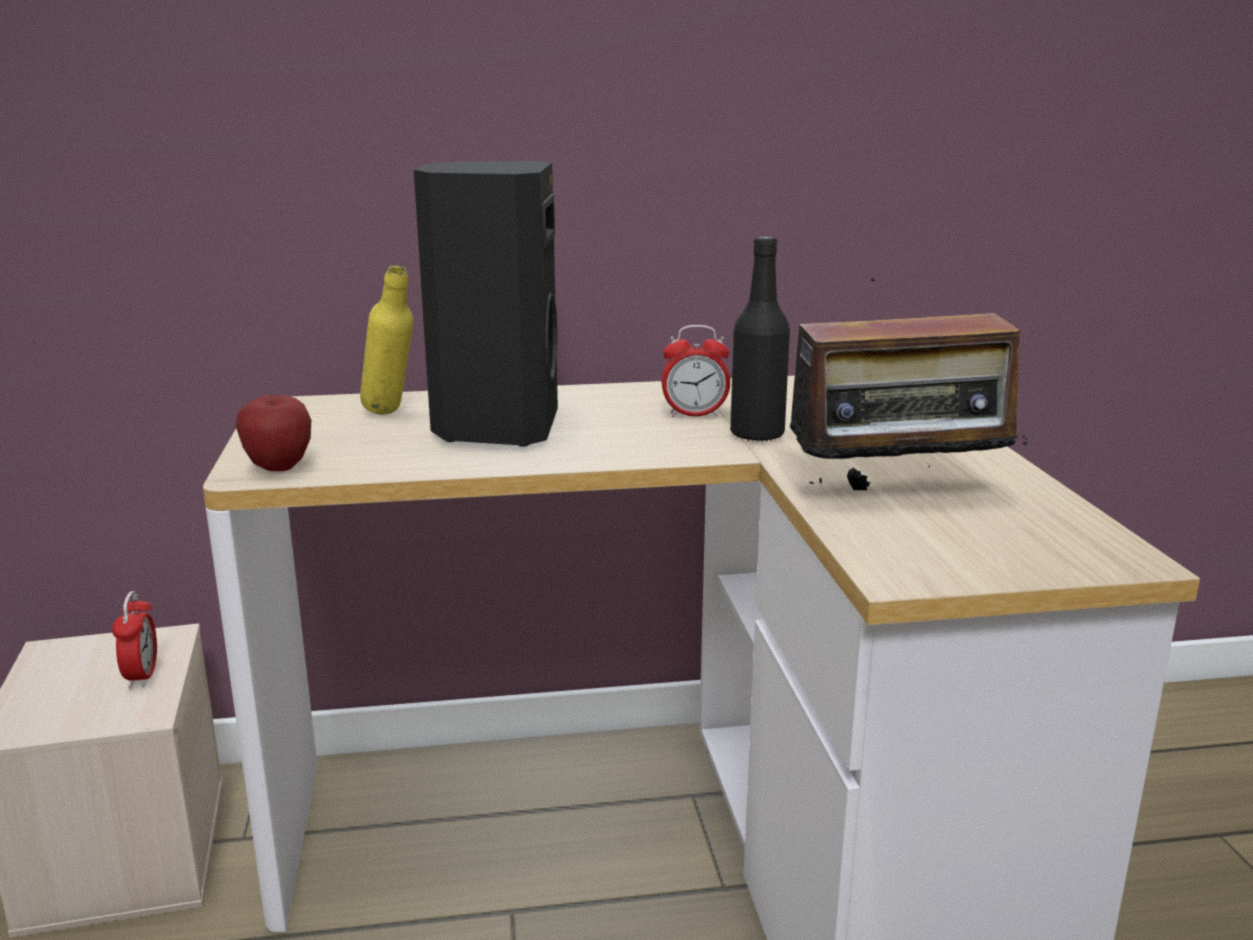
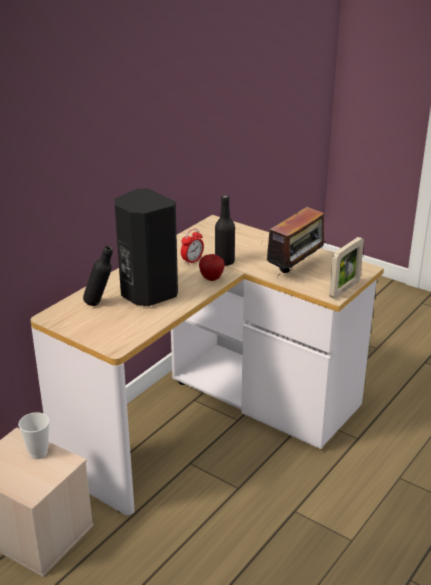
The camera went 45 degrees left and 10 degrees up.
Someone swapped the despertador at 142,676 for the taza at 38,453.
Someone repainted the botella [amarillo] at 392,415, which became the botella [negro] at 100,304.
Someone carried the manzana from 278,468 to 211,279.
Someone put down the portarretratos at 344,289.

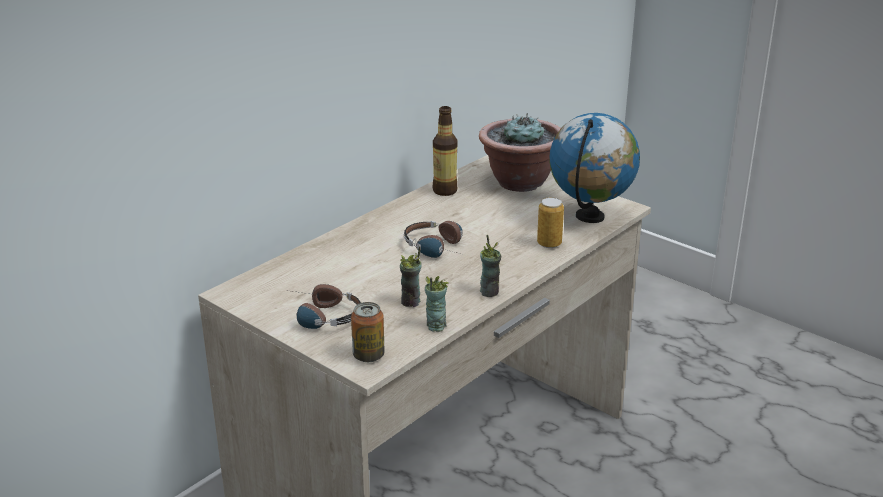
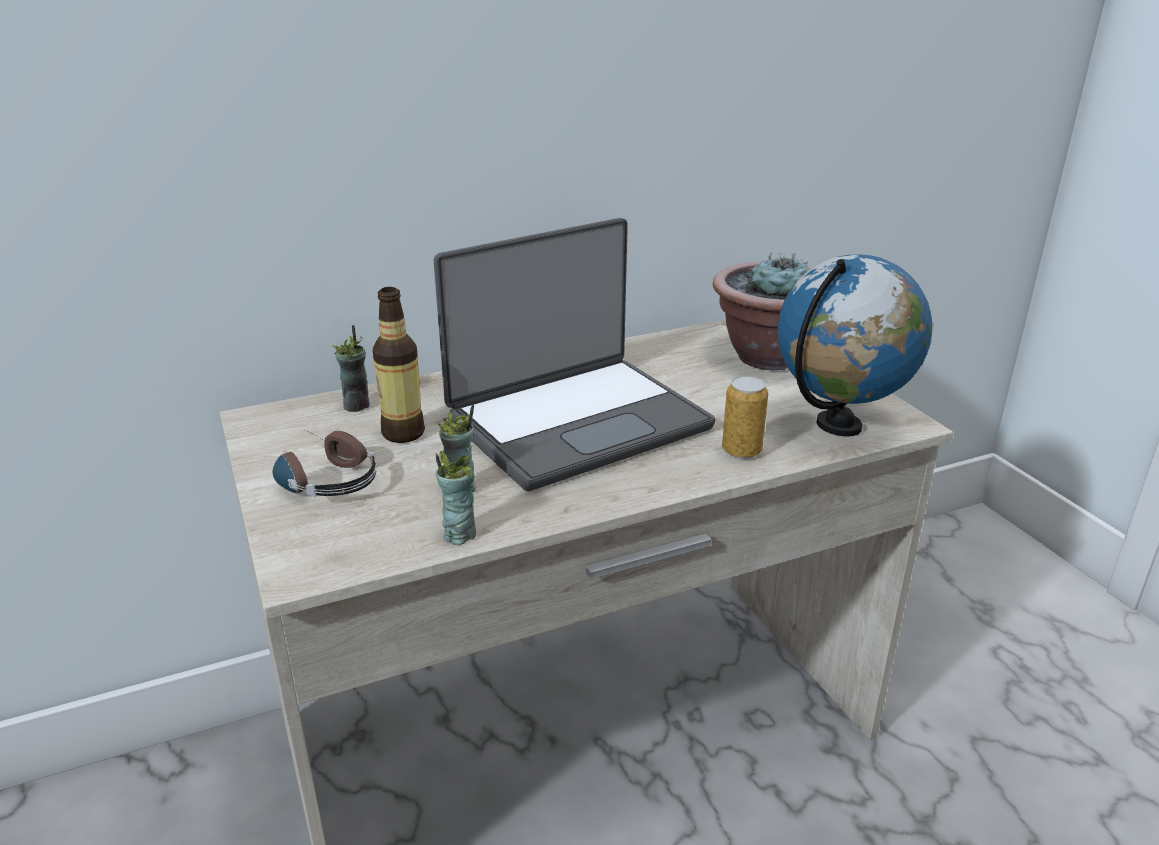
The camera went 25 degrees right and 0 degrees up.
Someone carried the taza from 489,292 to 357,405.
Someone carried the botella from 445,191 to 403,433.
Someone swapped the auriculares at 440,248 for the portátil at 576,422.
Someone took away the lata at 368,355.

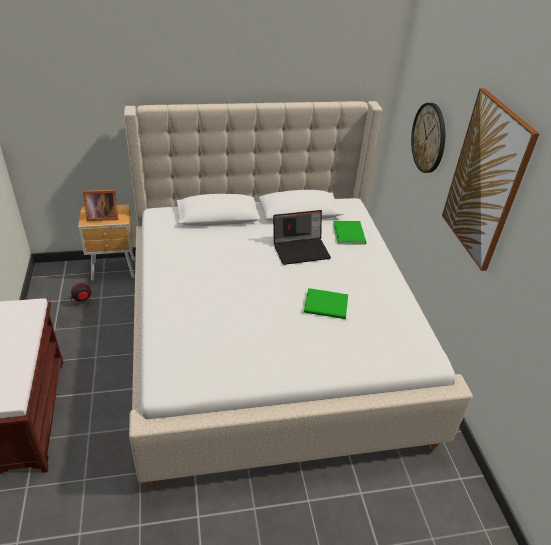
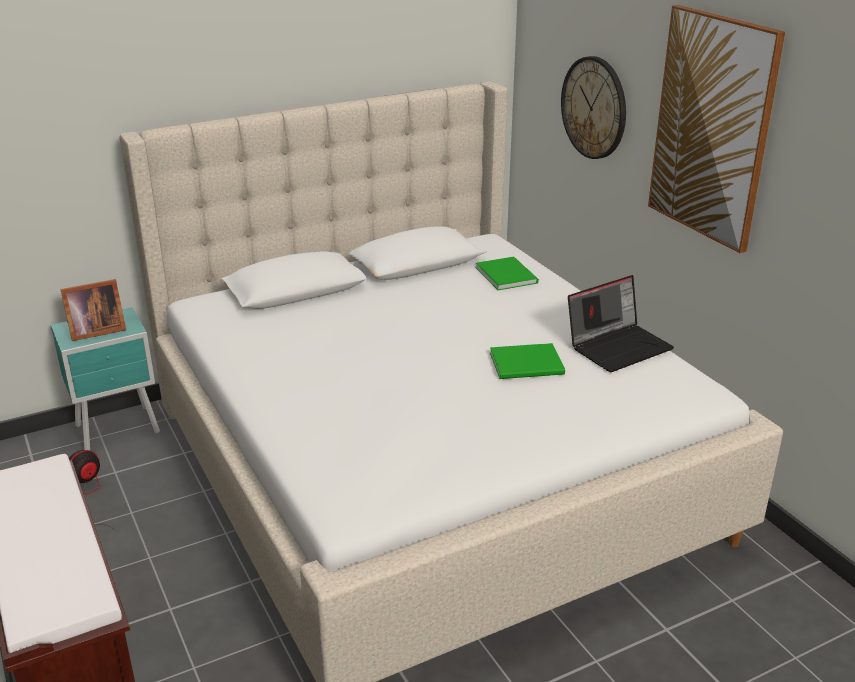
The camera went 15 degrees left and 10 degrees down.
Someone repainted the mesita de noche [marrón] at 114,270, which became the mesita de noche [turquesa] at 120,429.
Someone carried the portátil from 301,249 to 618,346.

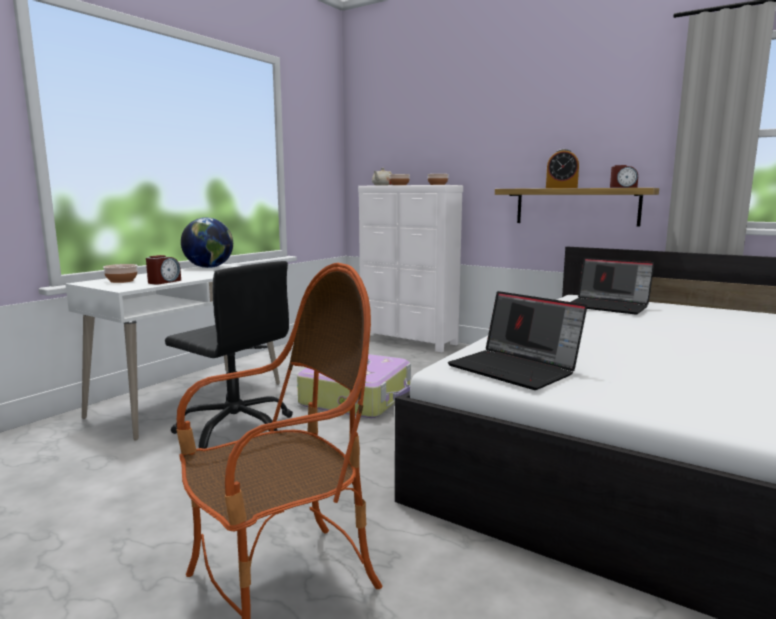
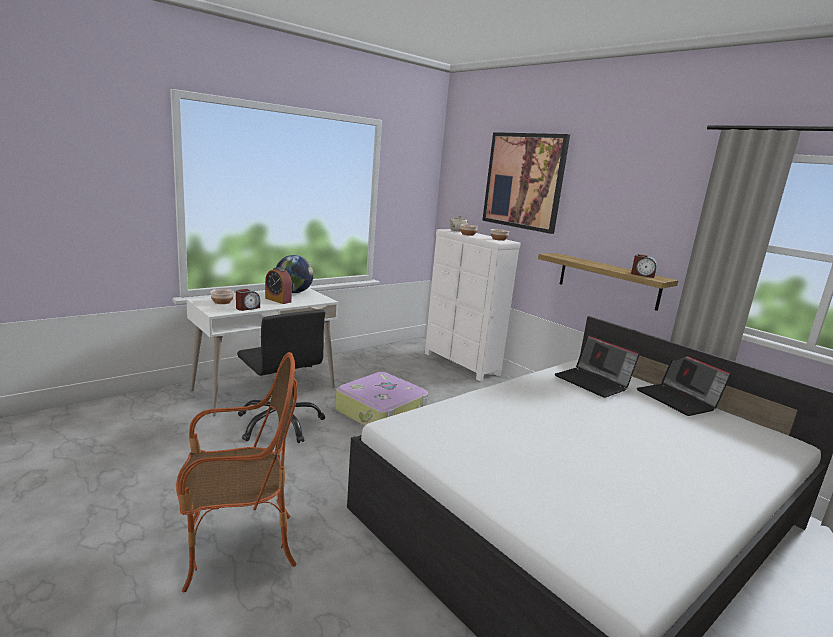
The camera went 15 degrees right and 5 degrees up.
Someone carried the despertador from 561,188 to 278,300.
Someone put up the cuadro at 524,181.
Someone carried the portátil from 516,369 to 678,400.

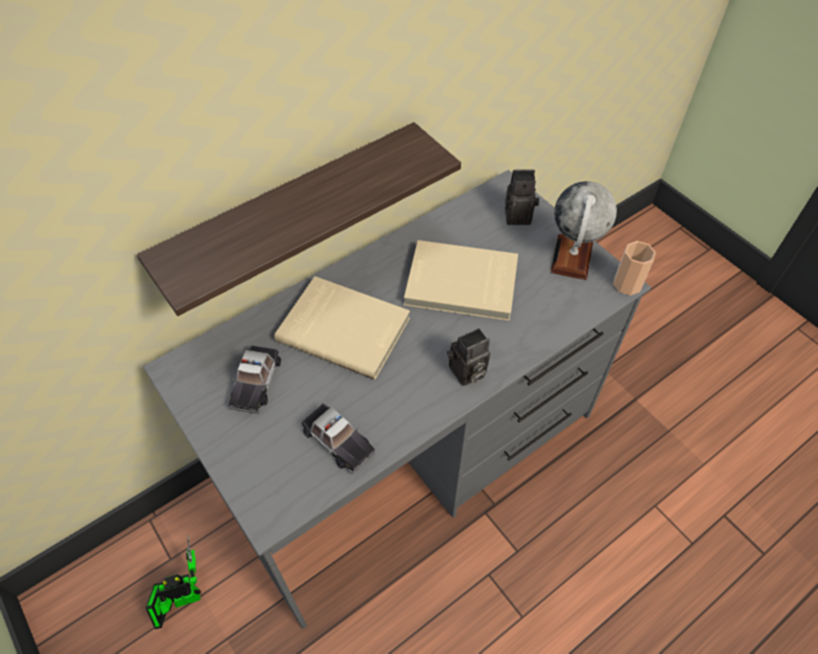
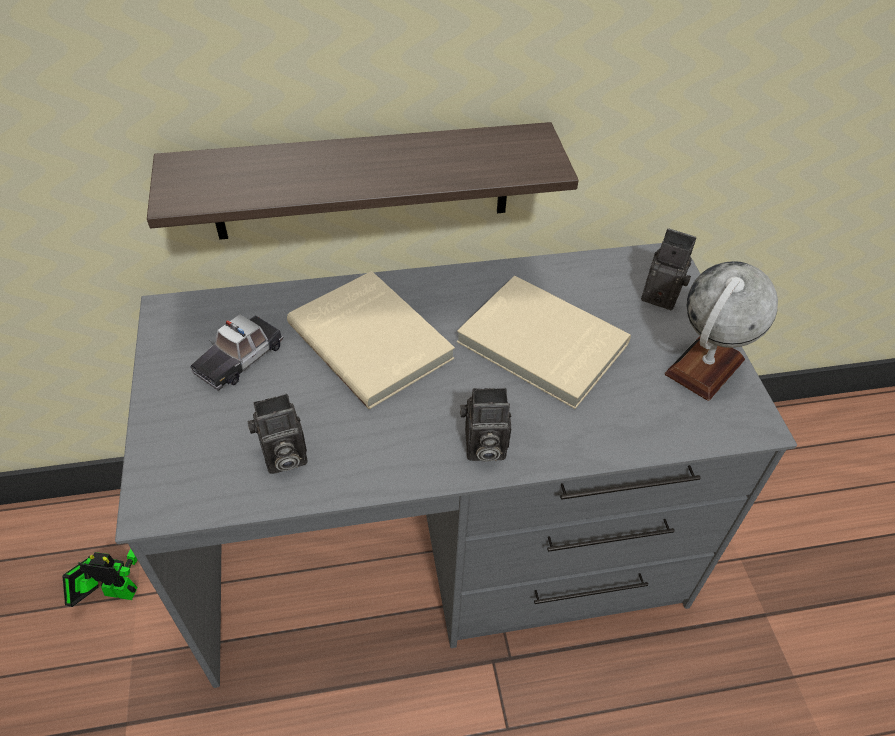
The camera went 25 degrees right and 5 degrees down.
Someone swapped the coche de juguete at 337,441 for the cámara at 282,458.
Someone took away the taza at 627,284.

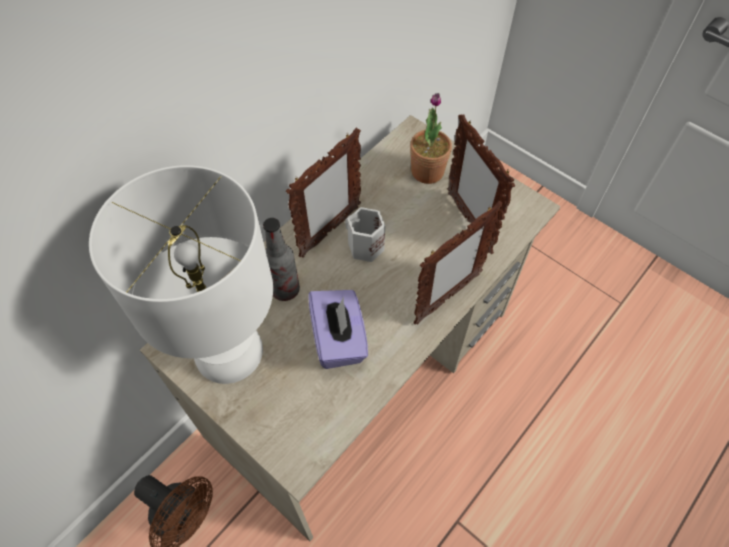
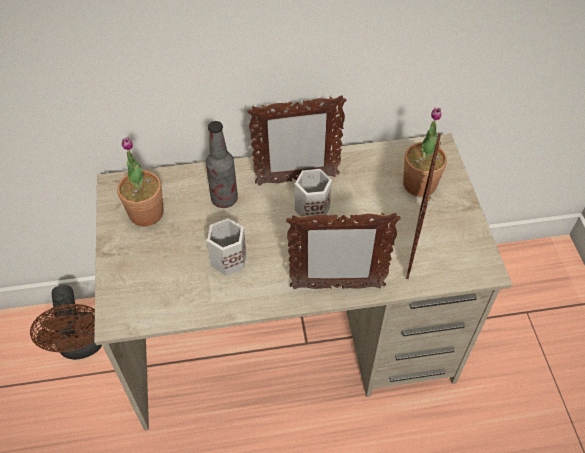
The camera went 40 degrees right and 5 degrees down.
Someone swapped the lámpara de mesa [blanco] at 227,351 for the planta en maceta at 146,213.
Someone swapped the caja de pañuelos [morado] at 339,339 for the taza grande [blanco] at 227,258.

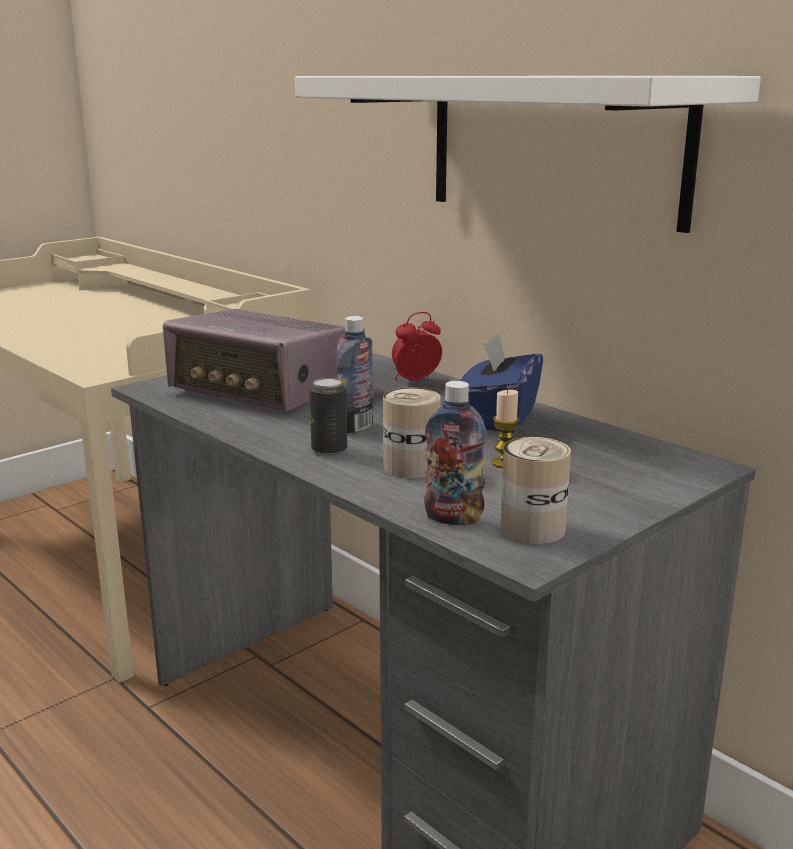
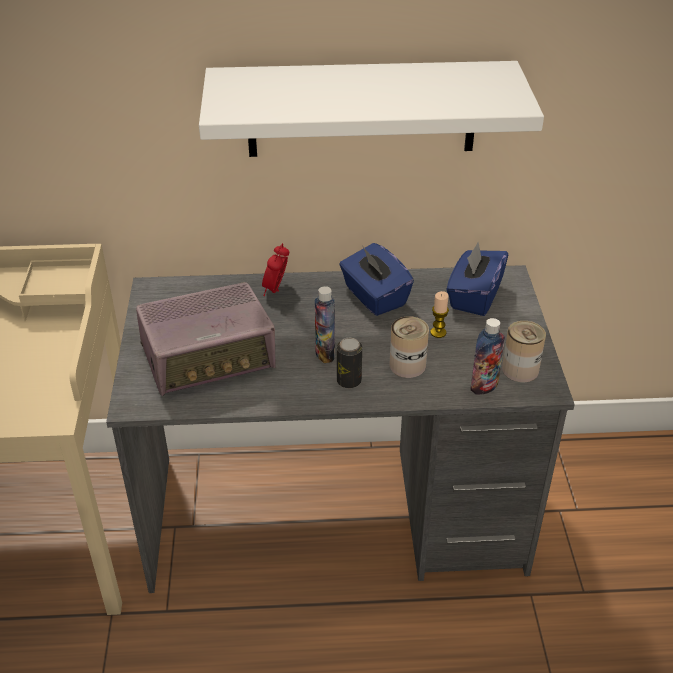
The camera went 50 degrees left and 20 degrees up.
Someone put down the caja de pañuelos [azul] at 474,296.

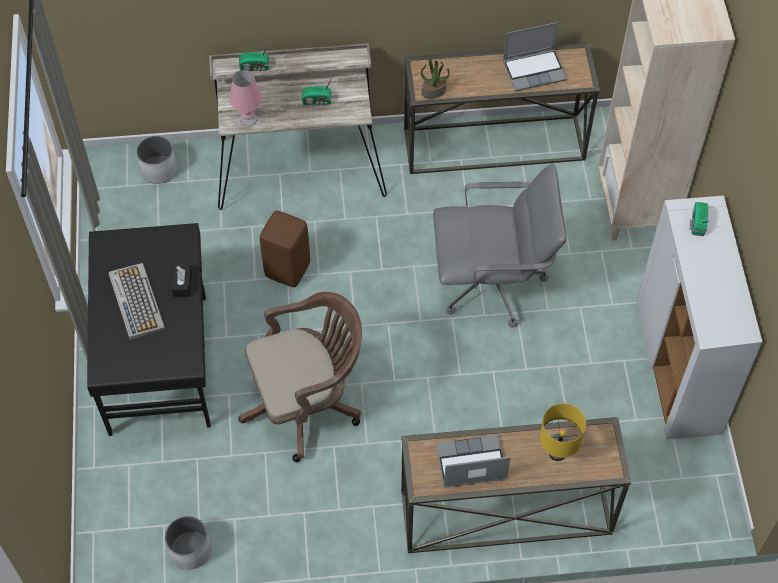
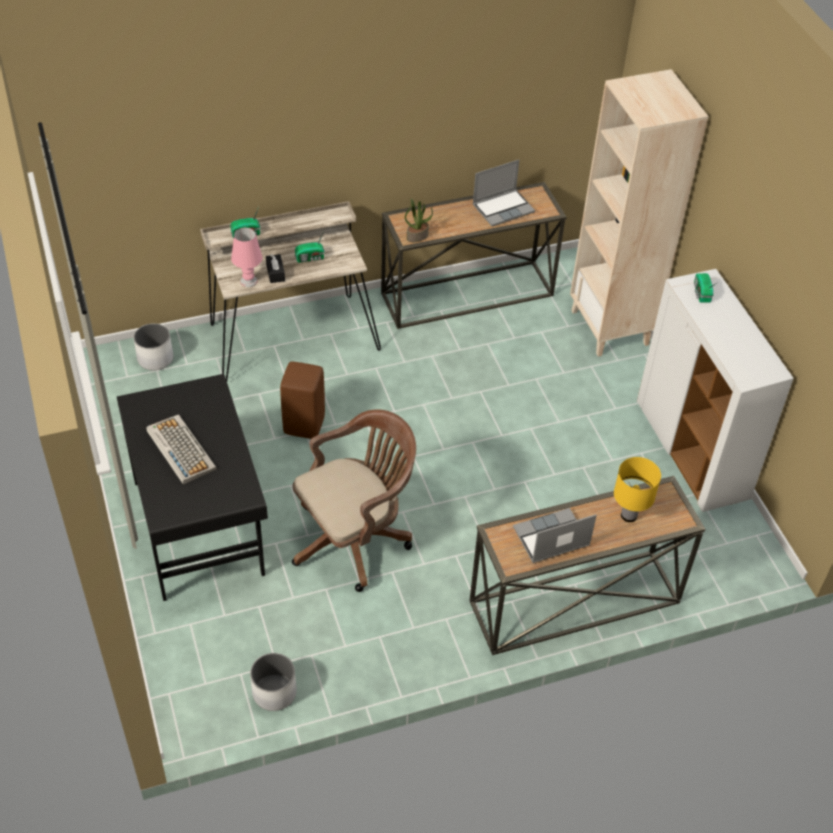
The camera went 15 degrees left and 10 degrees down.
Someone carried the caja de pañuelos [negro] from 182,283 to 275,273.
Someone took away the silla de oficina [gris] at 492,283.

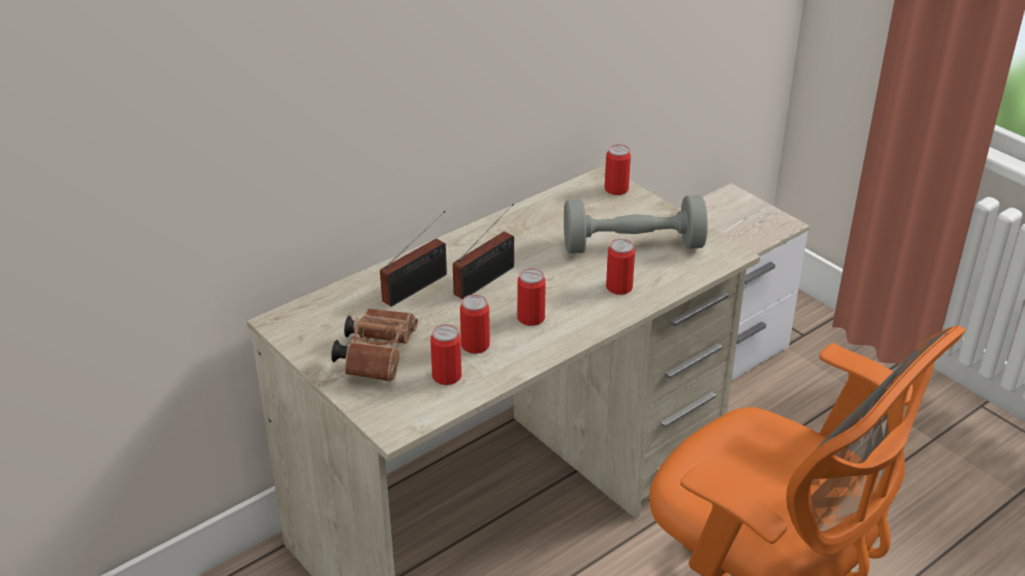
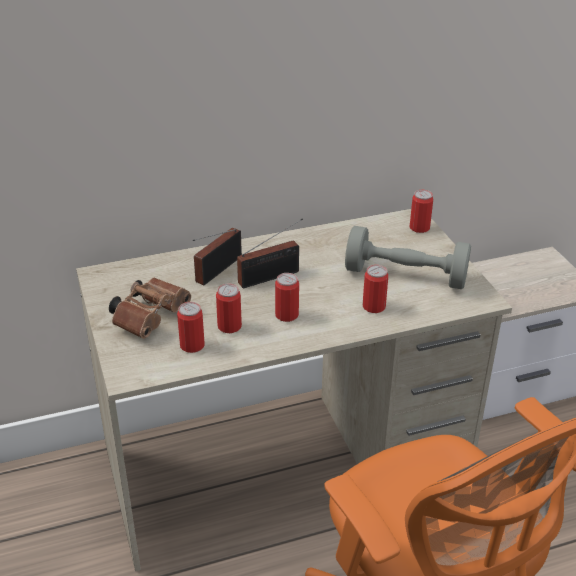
The camera went 20 degrees right and 0 degrees up.
Someone rotated the radio at 419,286 by 150 degrees clockwise.

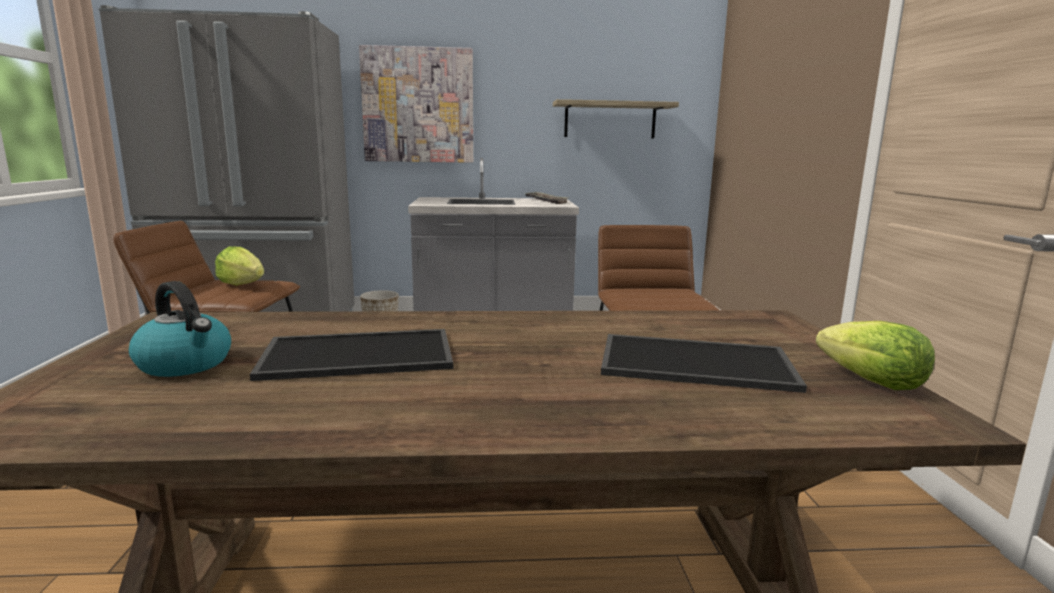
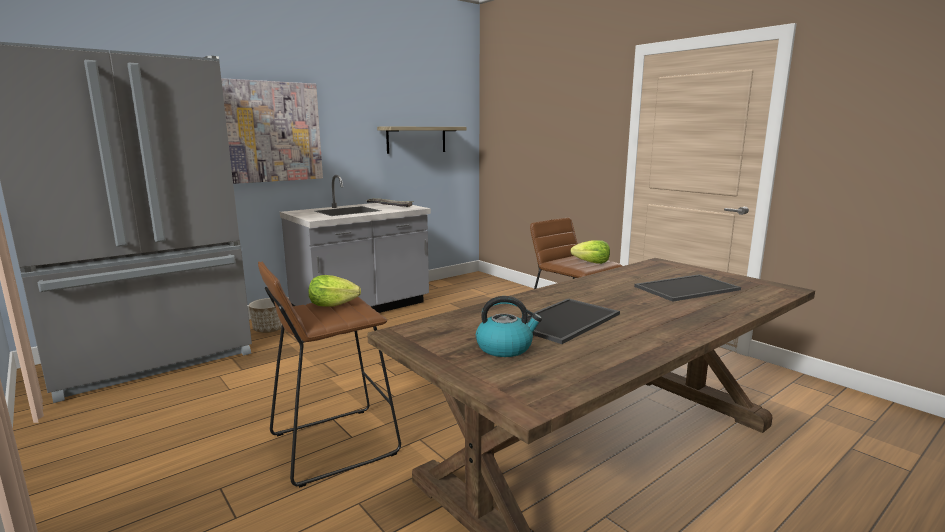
The camera went 35 degrees left and 0 degrees up.
Someone carried the lechuga from 872,382 to 592,263.

